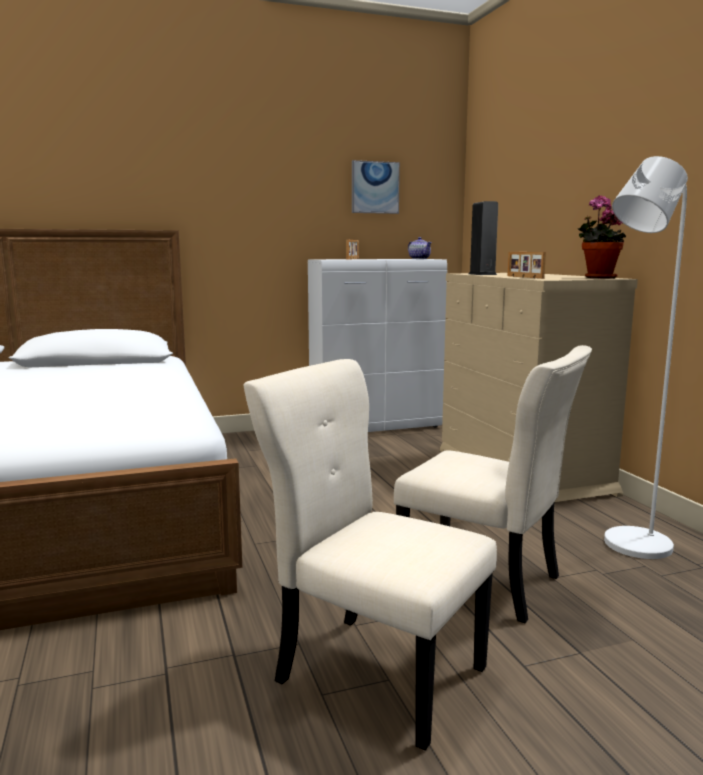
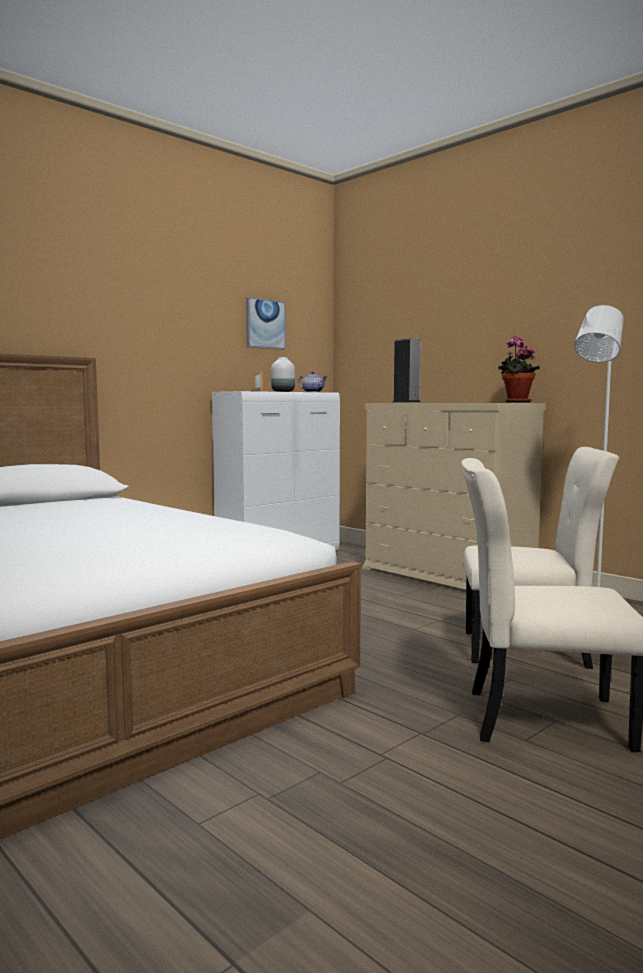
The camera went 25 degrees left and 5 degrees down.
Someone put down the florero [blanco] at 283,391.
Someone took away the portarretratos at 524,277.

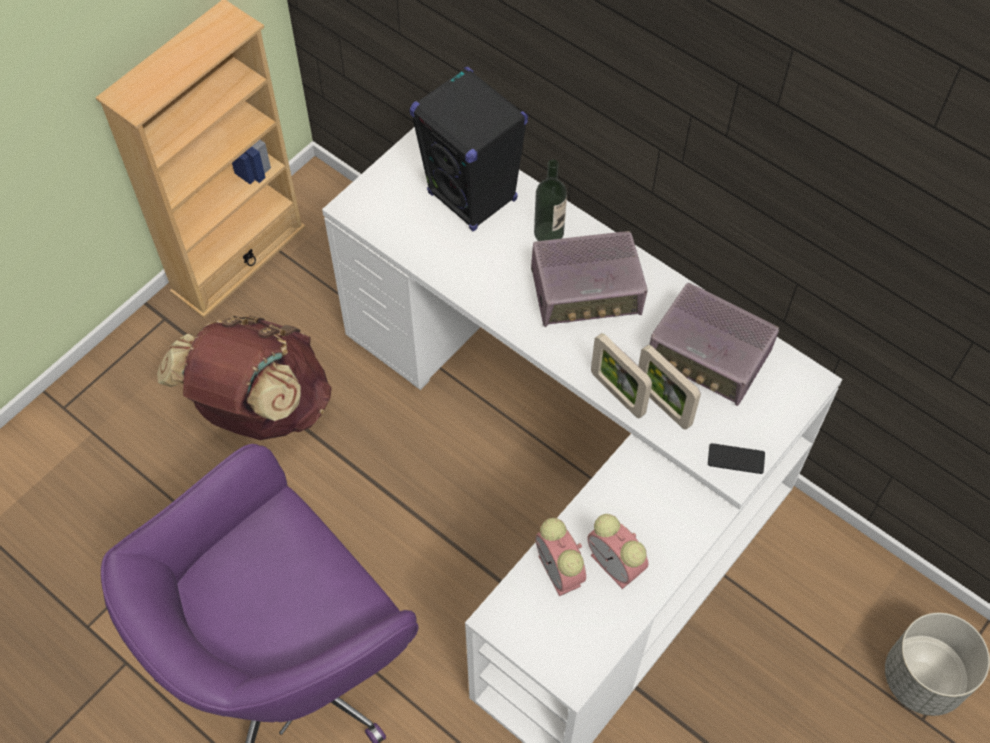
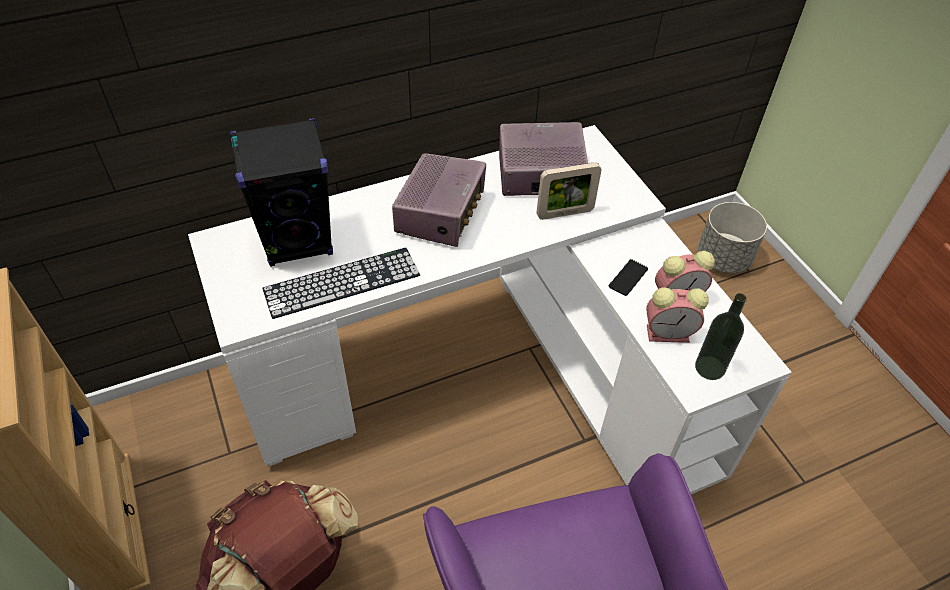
The camera went 65 degrees left and 10 degrees down.
Someone put down the teclado at 342,282.
Someone rotated the radio at 709,357 by 150 degrees counterclockwise.
Someone carried the móvil from 736,459 to 628,278.
Someone carried the botella from 548,233 to 709,368.
Someone took away the portarretratos at 617,394.

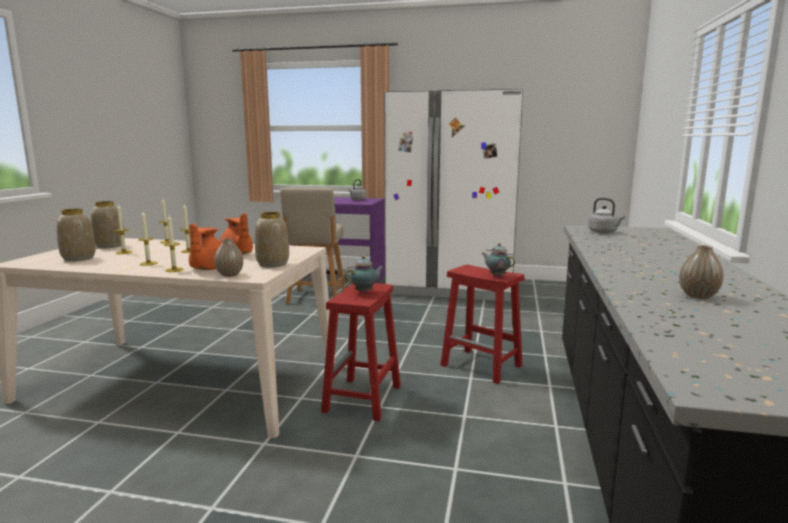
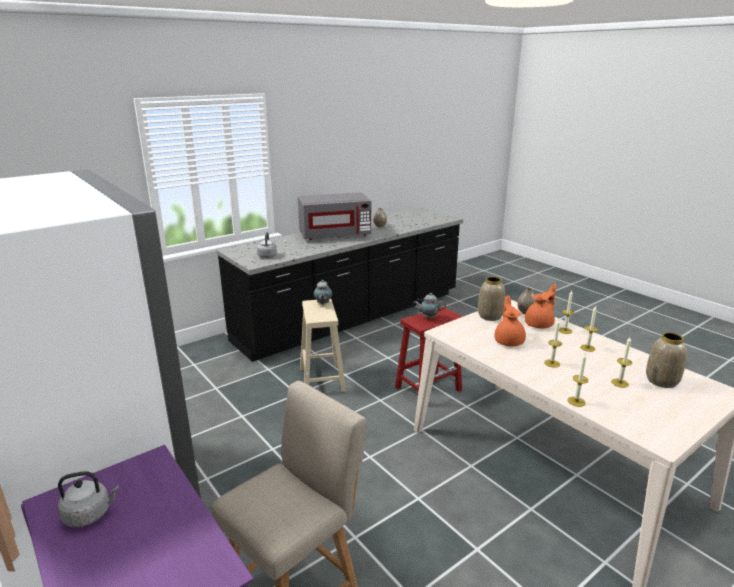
The camera went 140 degrees left and 10 degrees up.
Someone put down the microondas [gris] at 335,235.
Someone repainted the taburete [rojo] at 482,366, which became the taburete [beis] at 321,379.
Someone took away the florero at 110,246.

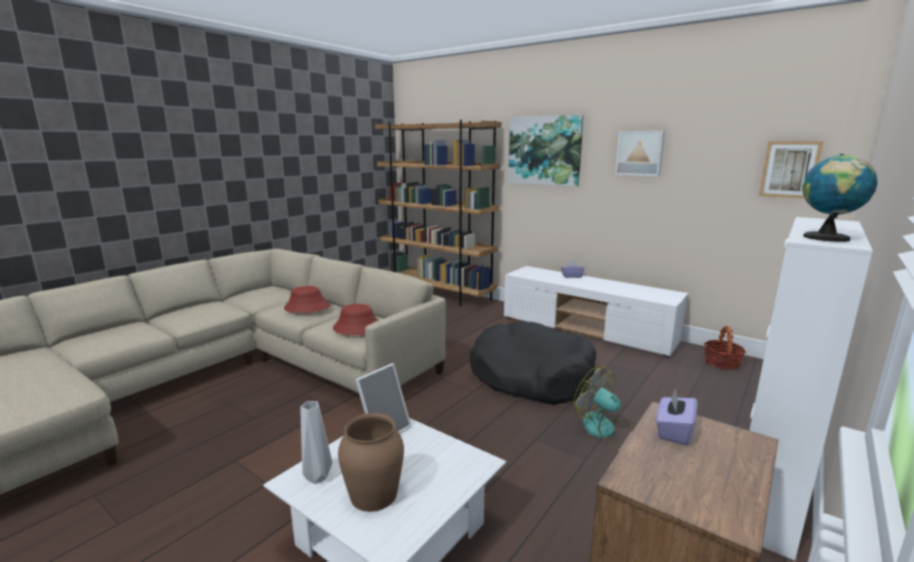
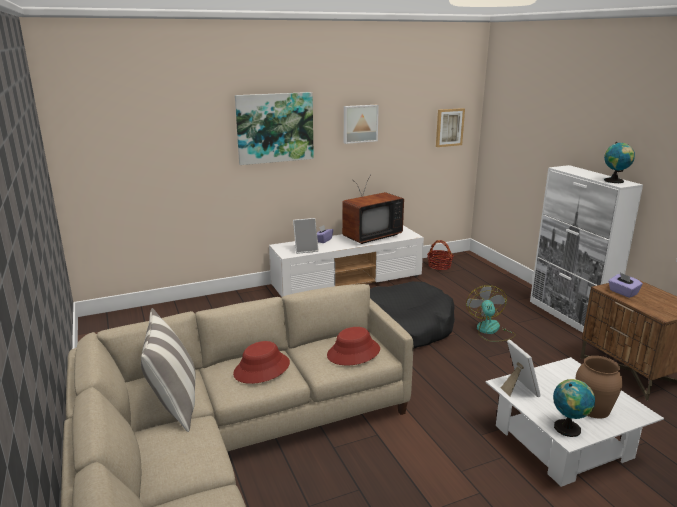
The camera went 60 degrees left and 5 degrees up.
Someone put down the cojín at 174,405.
Someone put down the portarretratos at 306,250.
Someone put down the televisor at 369,236.
Someone rotated the ventilador at 606,430 by 105 degrees clockwise.
Someone swapped the florero [gris] at 316,478 for the globo terráqueo at 568,427.
Someone took away the estantería [marrón] at 437,293.

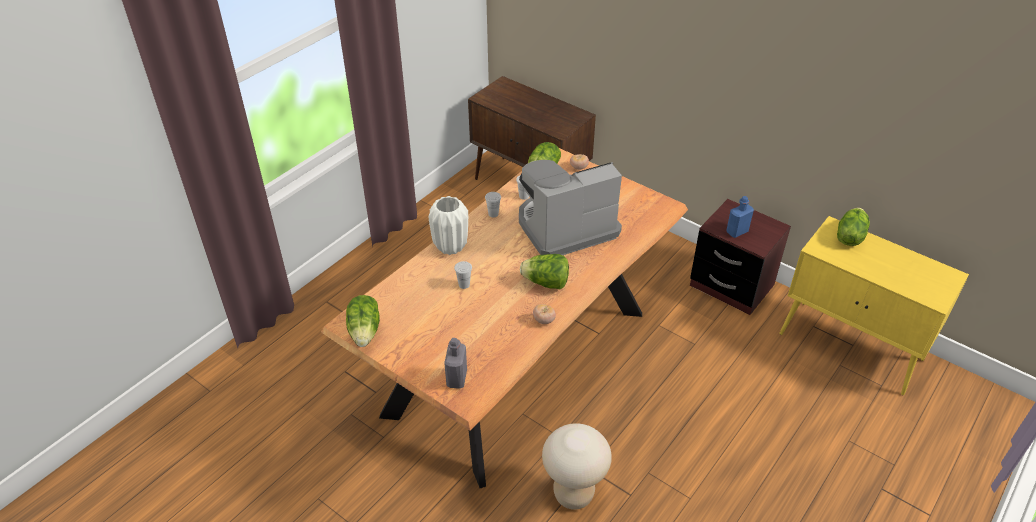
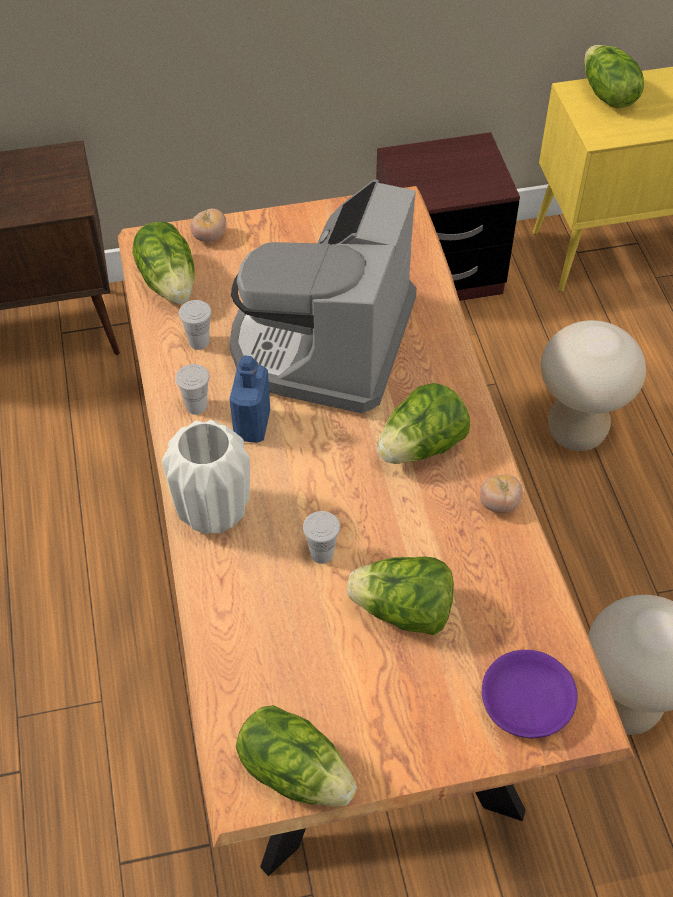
The camera went 50 degrees left and 10 degrees up.
Someone carried the botella [azul] from 737,232 to 252,425.
Someone put down the lechuga at 403,611.
Someone swapped the botella [gris] at 457,378 for the cuenco [morado] at 525,702.
Someone put down the taburete [beis] at 576,431.

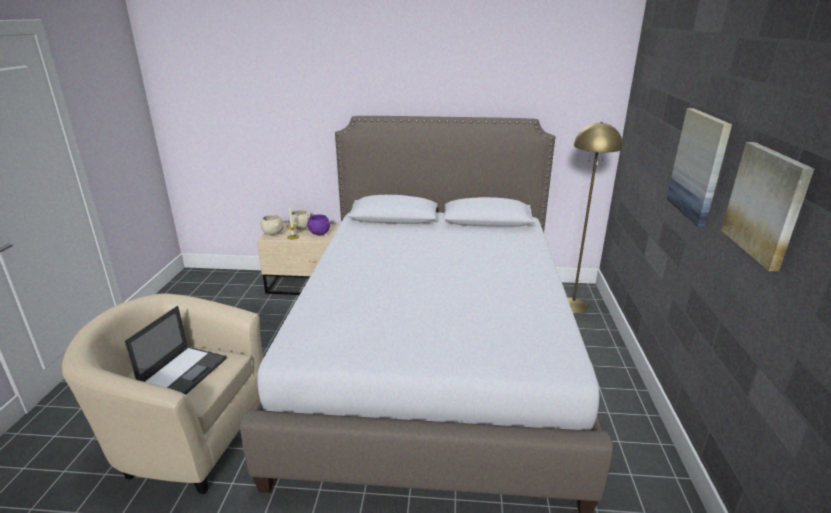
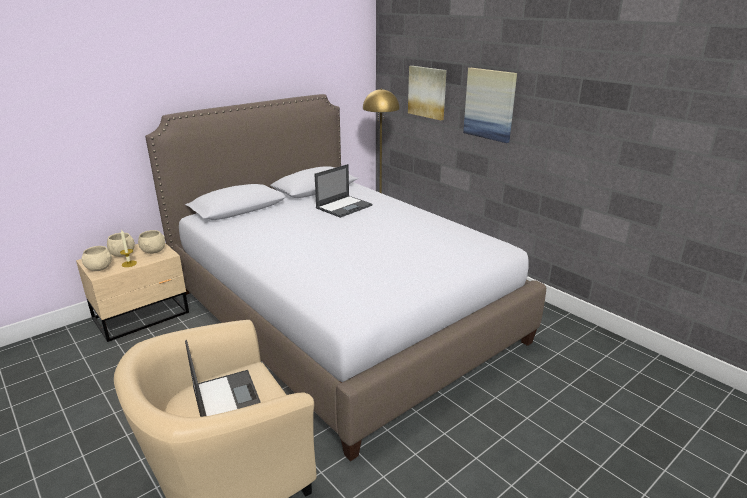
The camera went 45 degrees left and 0 degrees up.
Someone repainted the cuenco [morado] at 319,234, which became the cuenco [beis] at 153,252.
Someone put down the portátil at 344,206.
Someone carried the cuadro from 766,203 to 427,92.

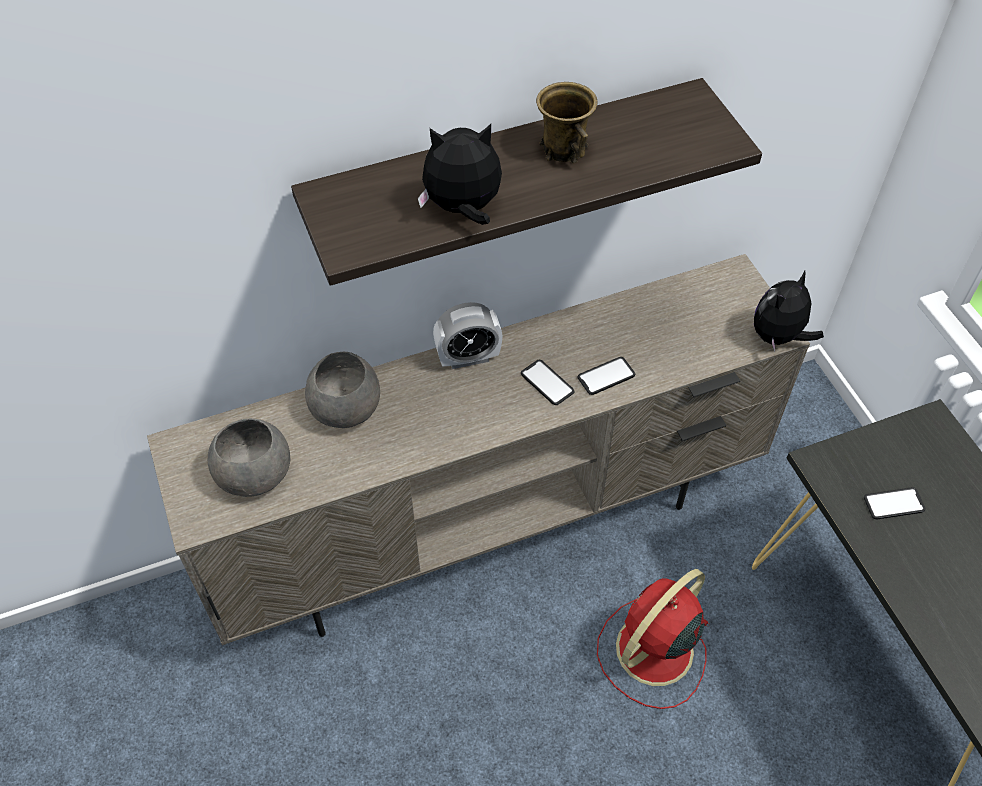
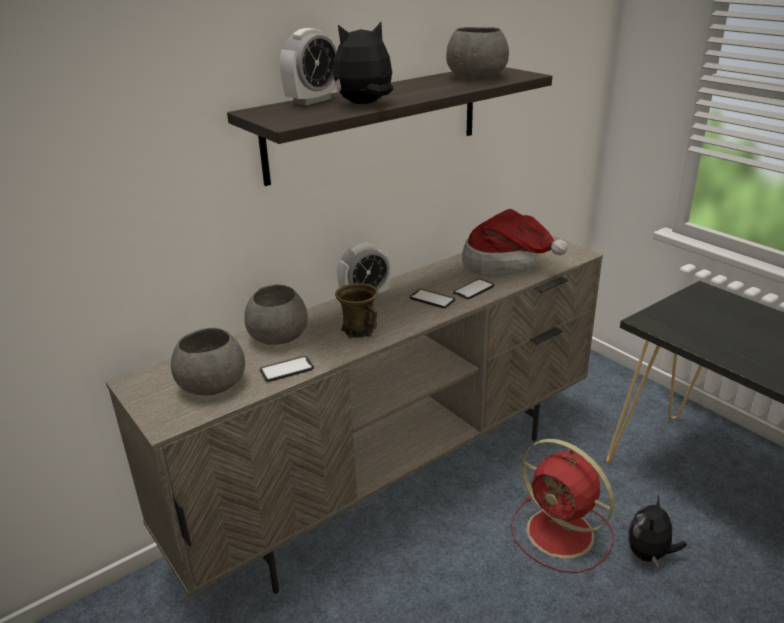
The camera went 15 degrees left and 25 degrees down.
Someone carried the móvil from 894,504 to 287,369.
Someone put down the despertador at 312,101.
Someone carried the taza grande [marrón] from 564,148 to 359,330.
Someone put down the cuenco [gris] at 475,77.
Someone put down the sombrero at 506,264.
Someone rotated the ventilador [rojo] at 652,651 by 75 degrees counterclockwise.
Someone carried the peluche from 778,337 to 649,554.

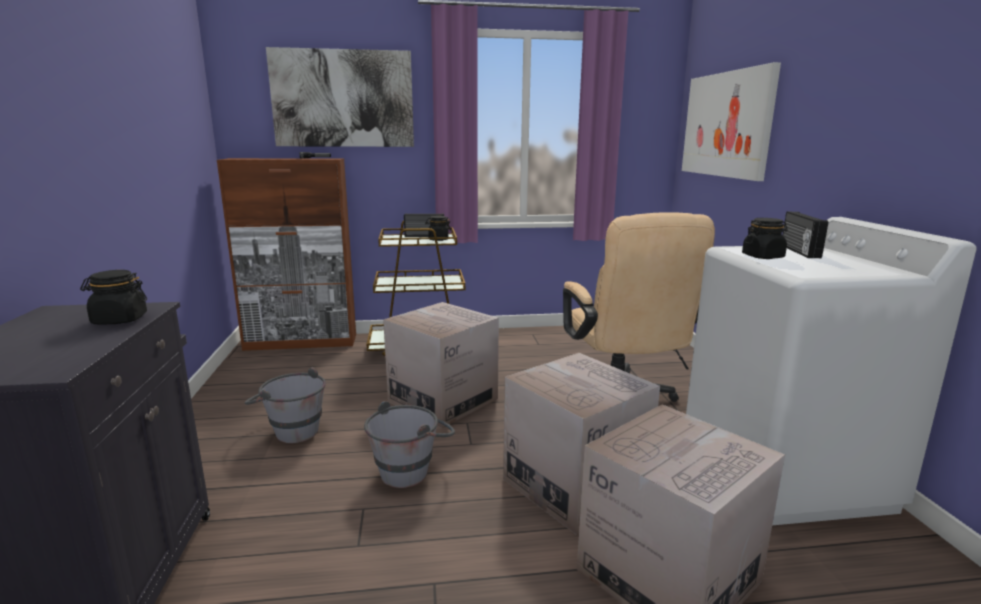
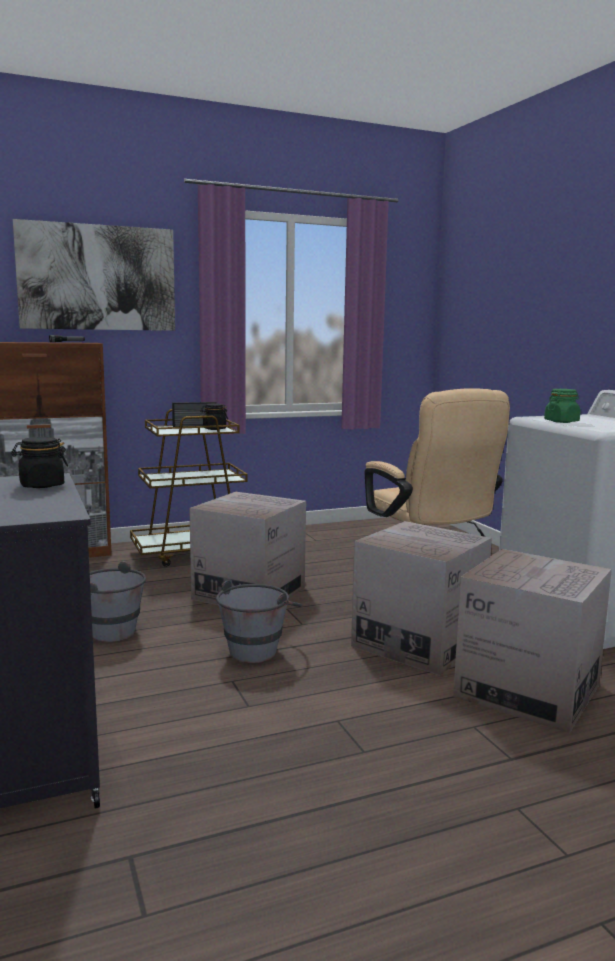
The camera went 15 degrees left and 5 degrees down.
Someone repainted the tarro [negro] at 763,257, which became the tarro [verde] at 561,421.
Someone took away the cuadro at 726,124.
Someone took away the radio at 798,251.

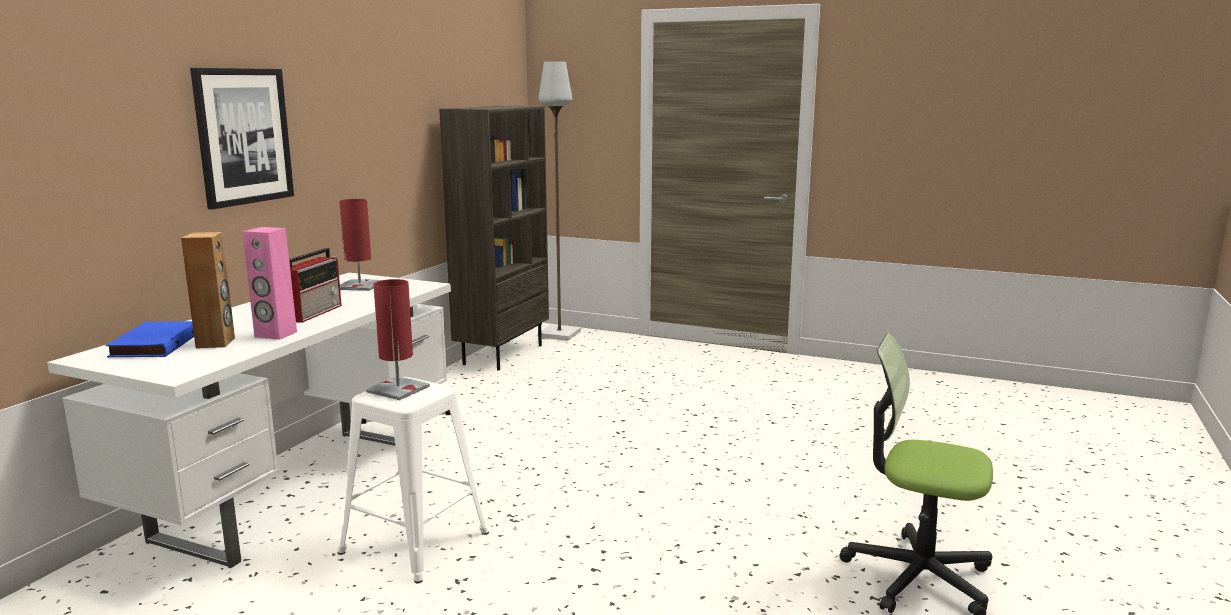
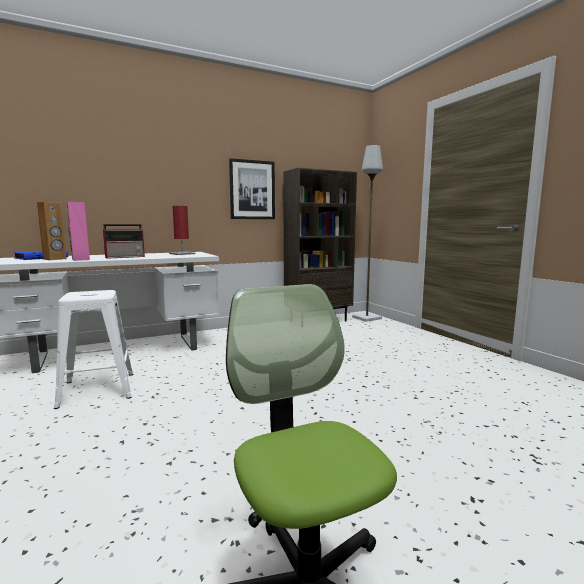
The camera went 40 degrees right and 5 degrees down.
Someone carried the cuadro from 243,136 to 252,190.
Someone took away the lámpara de mesa [rojo] at 398,389.

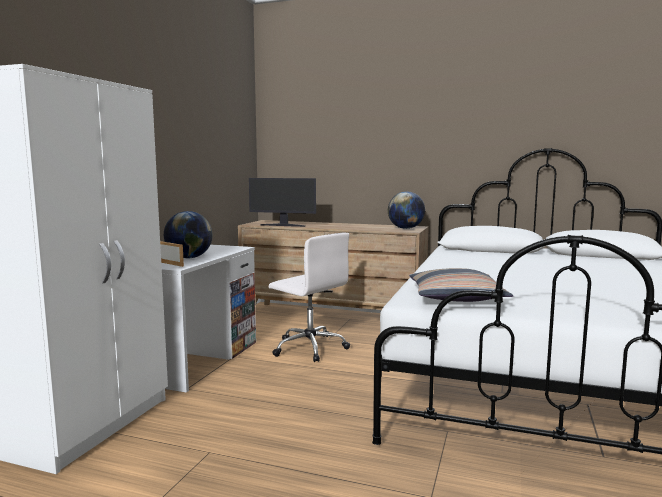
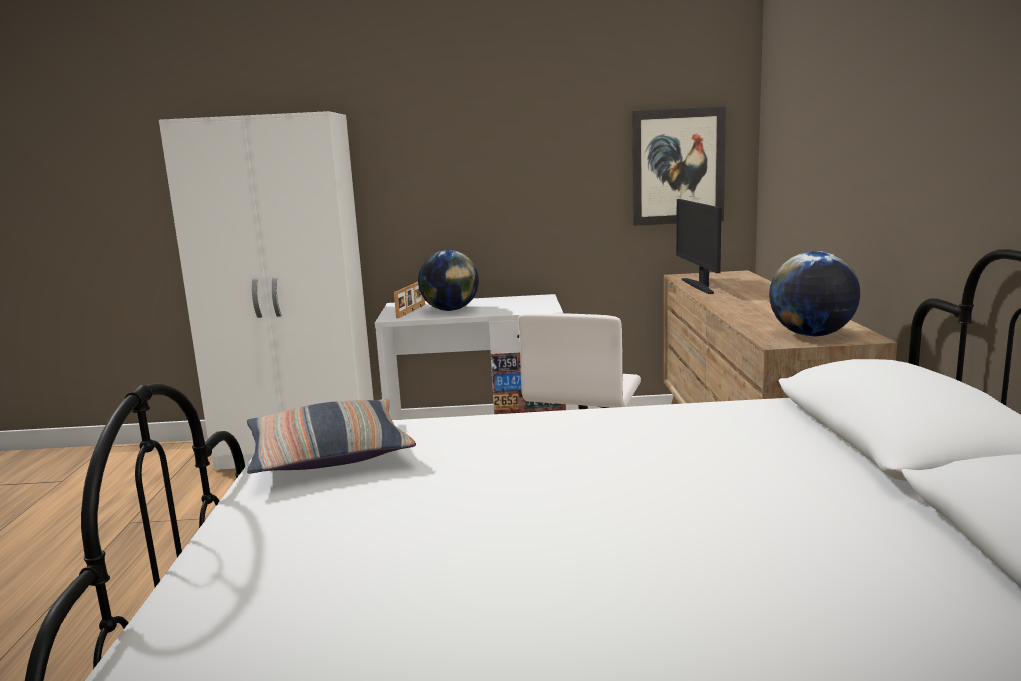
The camera went 70 degrees right and 5 degrees up.
Someone put up the cuadro at 677,166.

